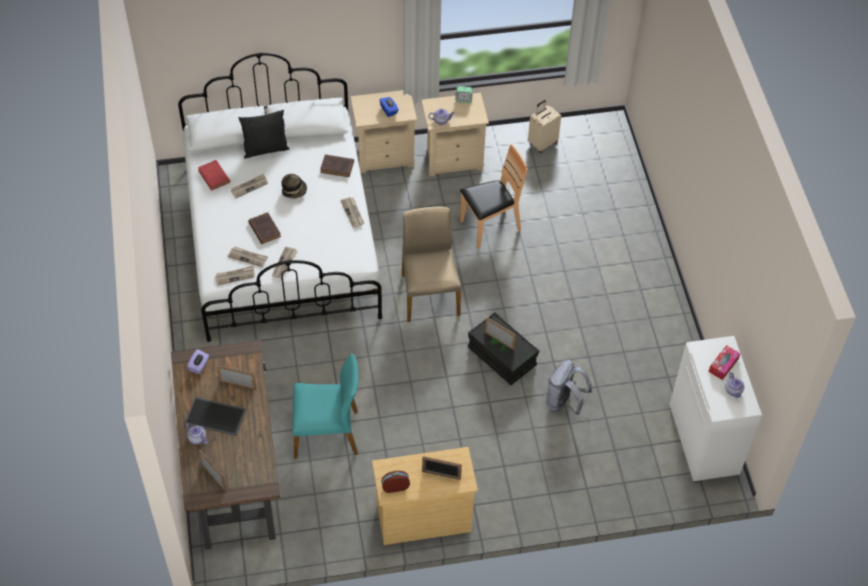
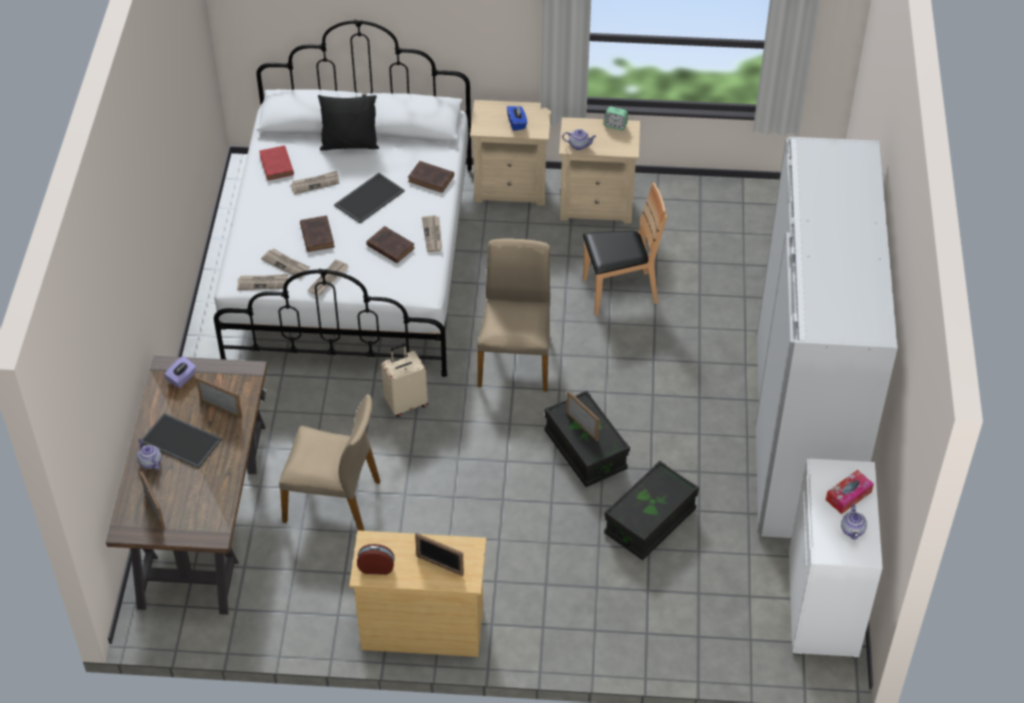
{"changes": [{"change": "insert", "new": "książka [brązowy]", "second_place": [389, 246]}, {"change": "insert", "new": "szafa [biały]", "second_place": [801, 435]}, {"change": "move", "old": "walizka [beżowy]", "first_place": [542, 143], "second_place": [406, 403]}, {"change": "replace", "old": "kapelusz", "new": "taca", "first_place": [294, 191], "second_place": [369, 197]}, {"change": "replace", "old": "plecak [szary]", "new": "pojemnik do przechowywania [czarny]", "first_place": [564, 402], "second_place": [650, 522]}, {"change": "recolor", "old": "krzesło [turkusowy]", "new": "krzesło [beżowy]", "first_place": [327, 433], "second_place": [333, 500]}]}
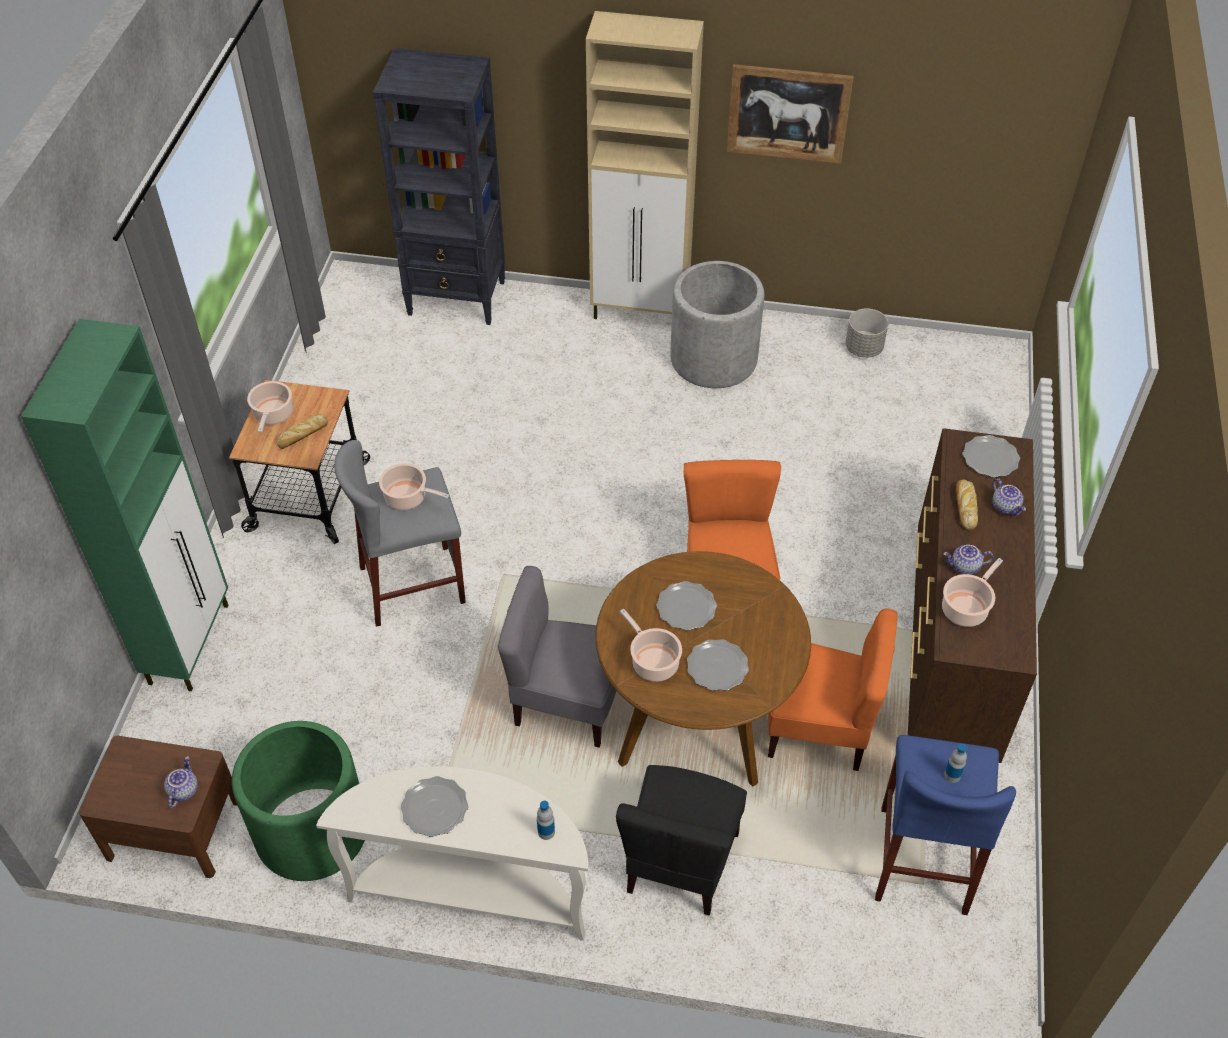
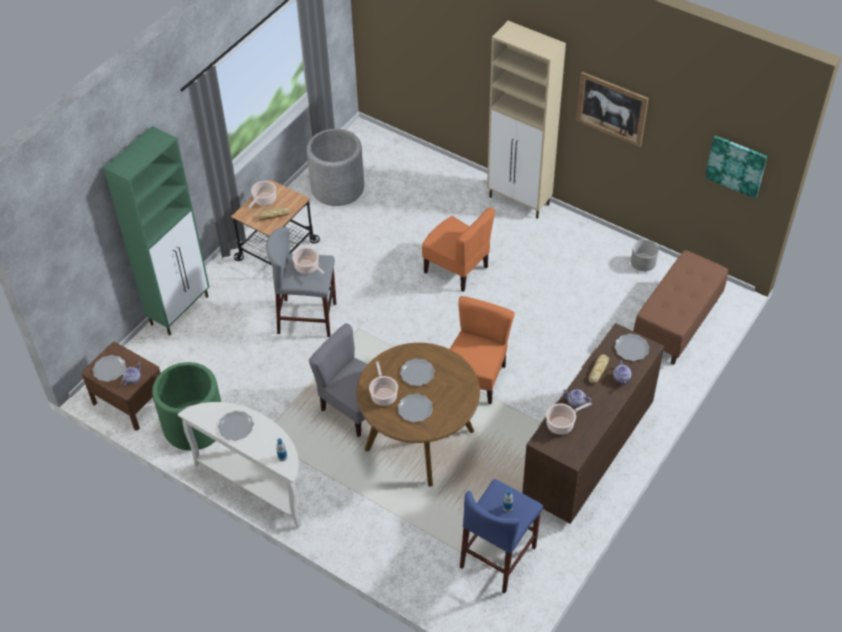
{"changes": [{"change": "delete", "old": "regał [czarny]", "first_place": [457, 298]}, {"change": "delete", "old": "krzesło [czarny]", "first_place": [680, 862]}, {"change": "insert", "new": "talerz", "second_place": [109, 369]}, {"change": "insert", "new": "ławka [brązowy]", "second_place": [677, 323]}, {"change": "insert", "new": "obraz", "second_place": [736, 165]}, {"change": "move", "old": "donica [szary]", "first_place": [713, 359], "second_place": [337, 188]}, {"change": "move", "old": "krzesło [pomarańczowy]", "first_place": [819, 728], "second_place": [457, 269]}]}
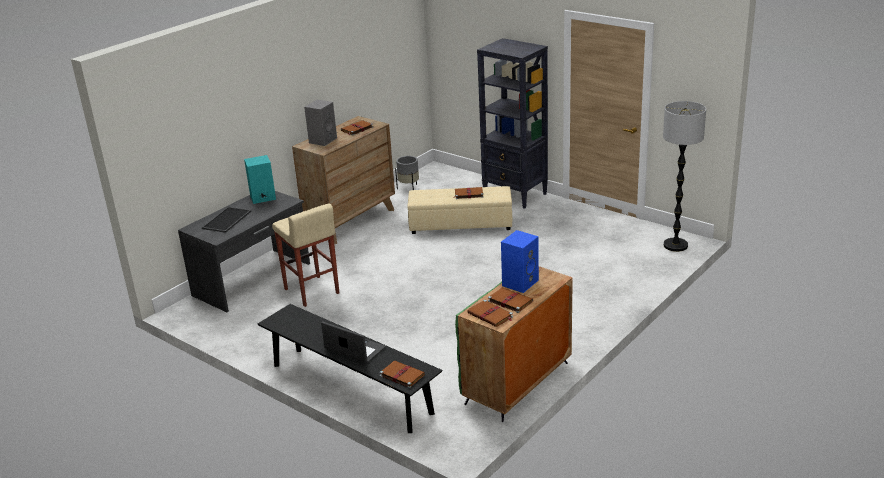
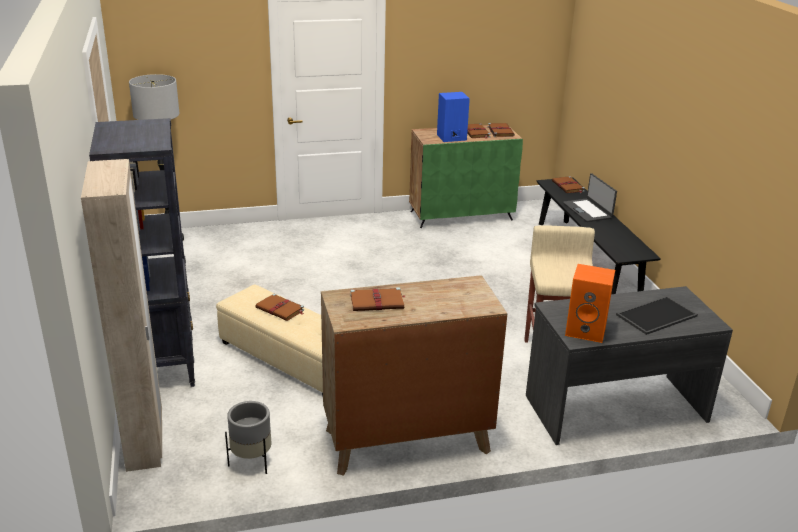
{"changes": [{"change": "delete", "old": "głośnik [szary]", "first_place": [323, 140]}, {"change": "insert", "new": "szafa [beżowy]", "second_place": [145, 442]}, {"change": "recolor", "old": "głośnik [turkusowy]", "new": "głośnik [pomarańczowy]", "first_place": [262, 198], "second_place": [586, 330]}]}
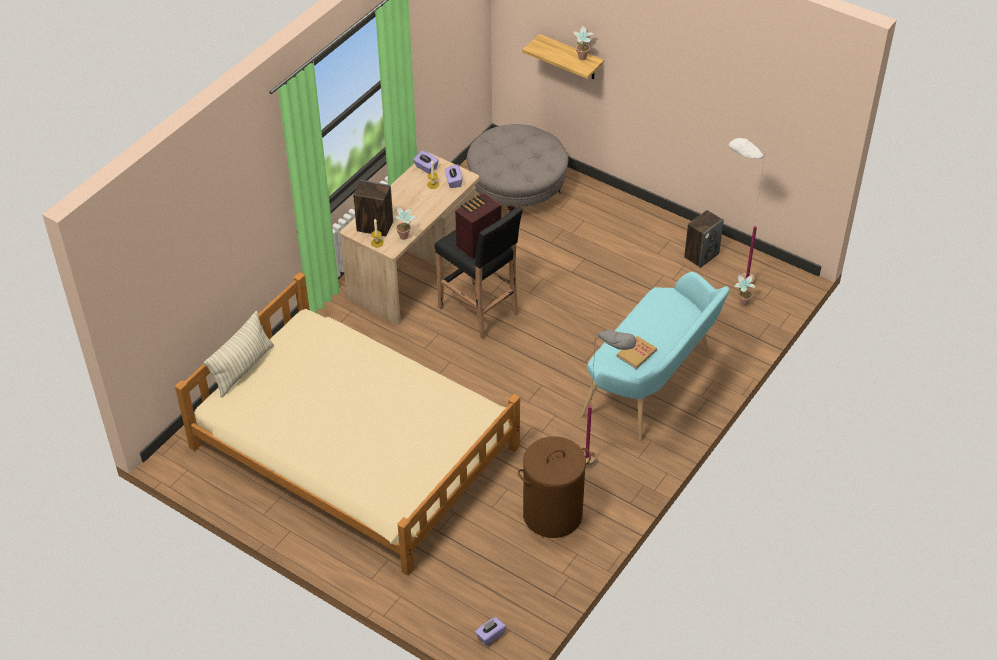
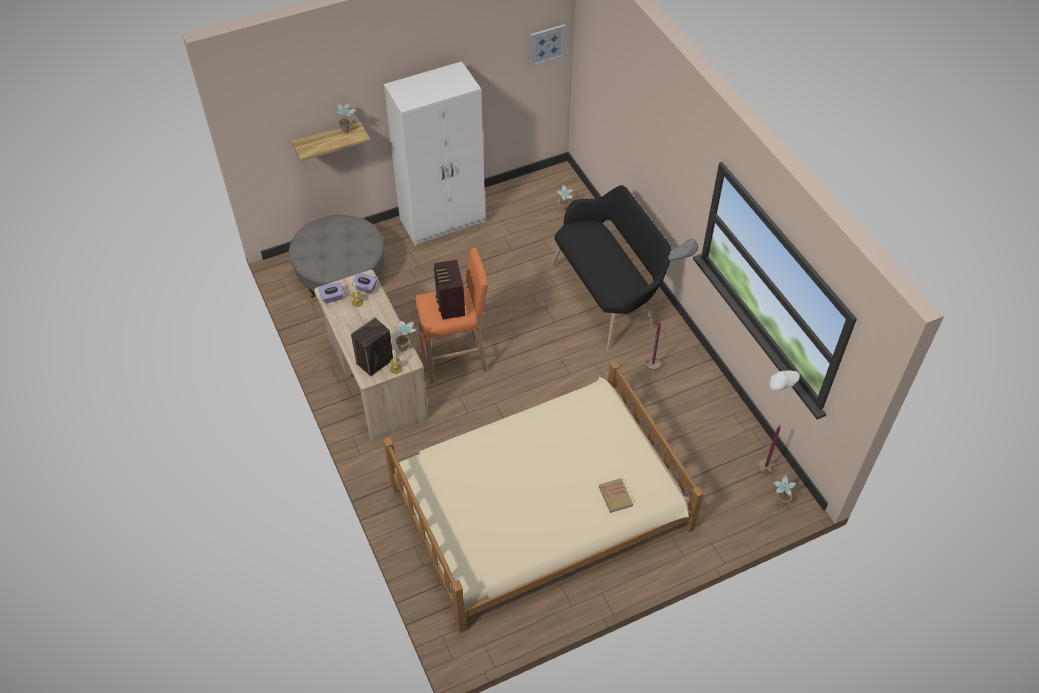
{"changes": [{"change": "delete", "old": "poduszka", "first_place": [243, 368]}, {"change": "delete", "old": "kosz na pranie [brązowy]", "first_place": [552, 515]}, {"change": "delete", "old": "głośnik", "first_place": [701, 255]}, {"change": "insert", "new": "szafa [biały]", "second_place": [443, 221]}, {"change": "insert", "new": "obraz", "second_place": [547, 44]}, {"change": "move", "old": "książka", "first_place": [636, 353], "second_place": [615, 496]}, {"change": "move", "old": "lampa stojąca [biały]", "first_place": [732, 280], "second_place": [756, 477]}, {"change": "replace", "old": "pudełko chusteczek [fioletowy]", "new": "roślina doniczkowa", "first_place": [490, 635], "second_place": [779, 502]}, {"change": "recolor", "old": "stołek [czarny]", "new": "stołek [pomarańczowy]", "first_place": [479, 311], "second_place": [455, 359]}, {"change": "recolor", "old": "ławka [turkusowy]", "new": "ławka [czarny]", "first_place": [653, 387], "second_place": [607, 296]}]}
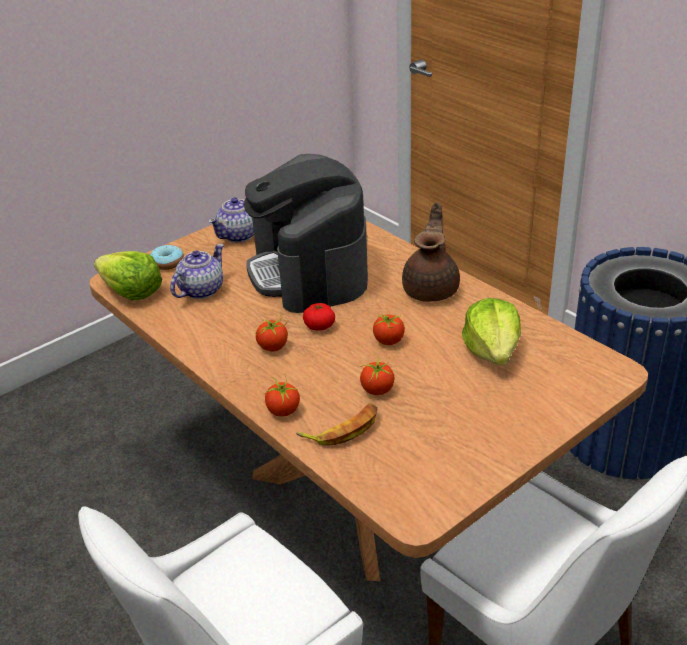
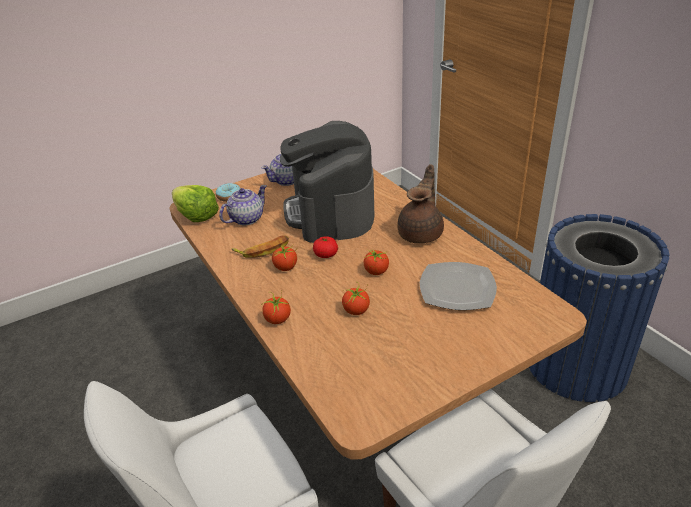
{"changes": [{"change": "move", "old": "banan", "first_place": [342, 429], "second_place": [263, 250]}, {"change": "replace", "old": "sałata", "new": "talerz", "first_place": [492, 351], "second_place": [458, 288]}]}
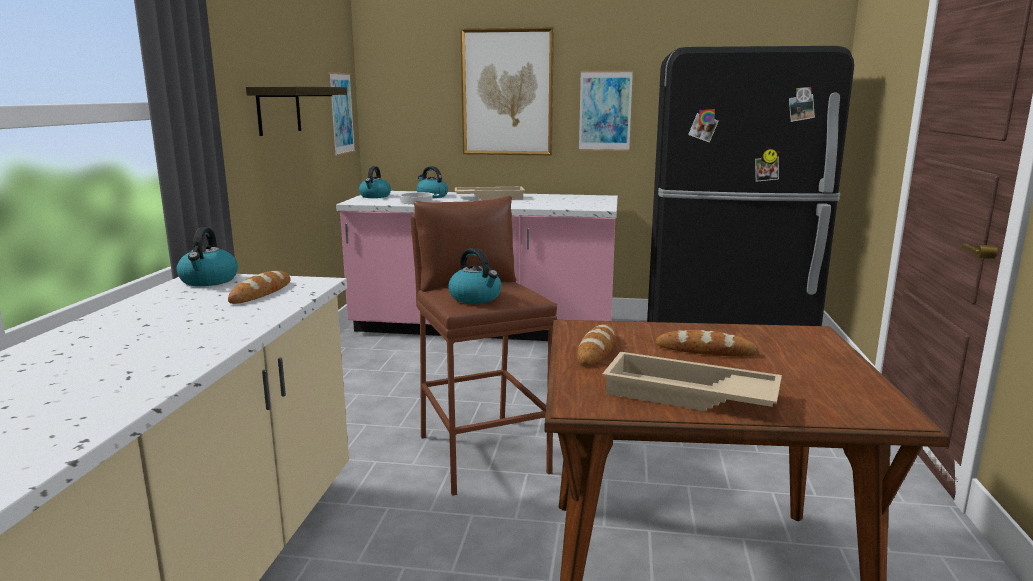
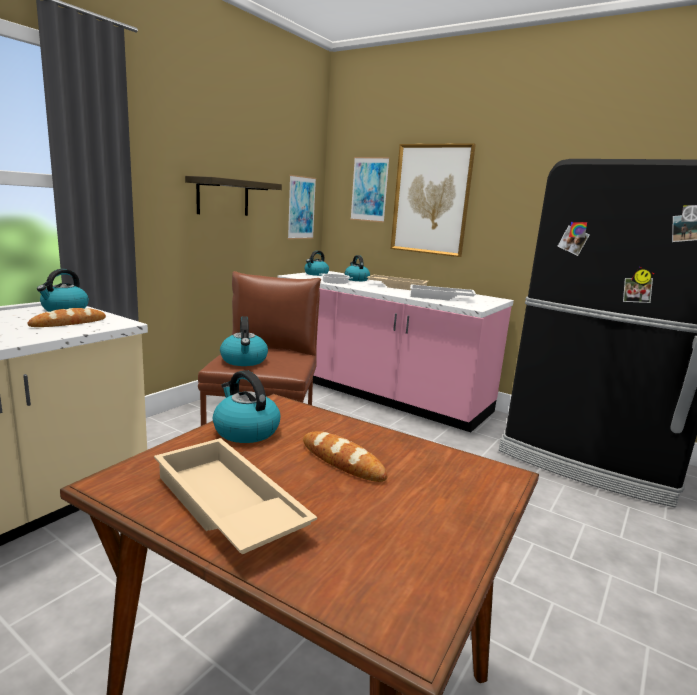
{"changes": [{"change": "insert", "new": "taca [biały]", "second_place": [440, 297]}, {"change": "move", "old": "obraz", "first_place": [605, 111], "second_place": [369, 189]}, {"change": "replace", "old": "chleb", "new": "czajnik", "first_place": [596, 350], "second_place": [245, 431]}]}
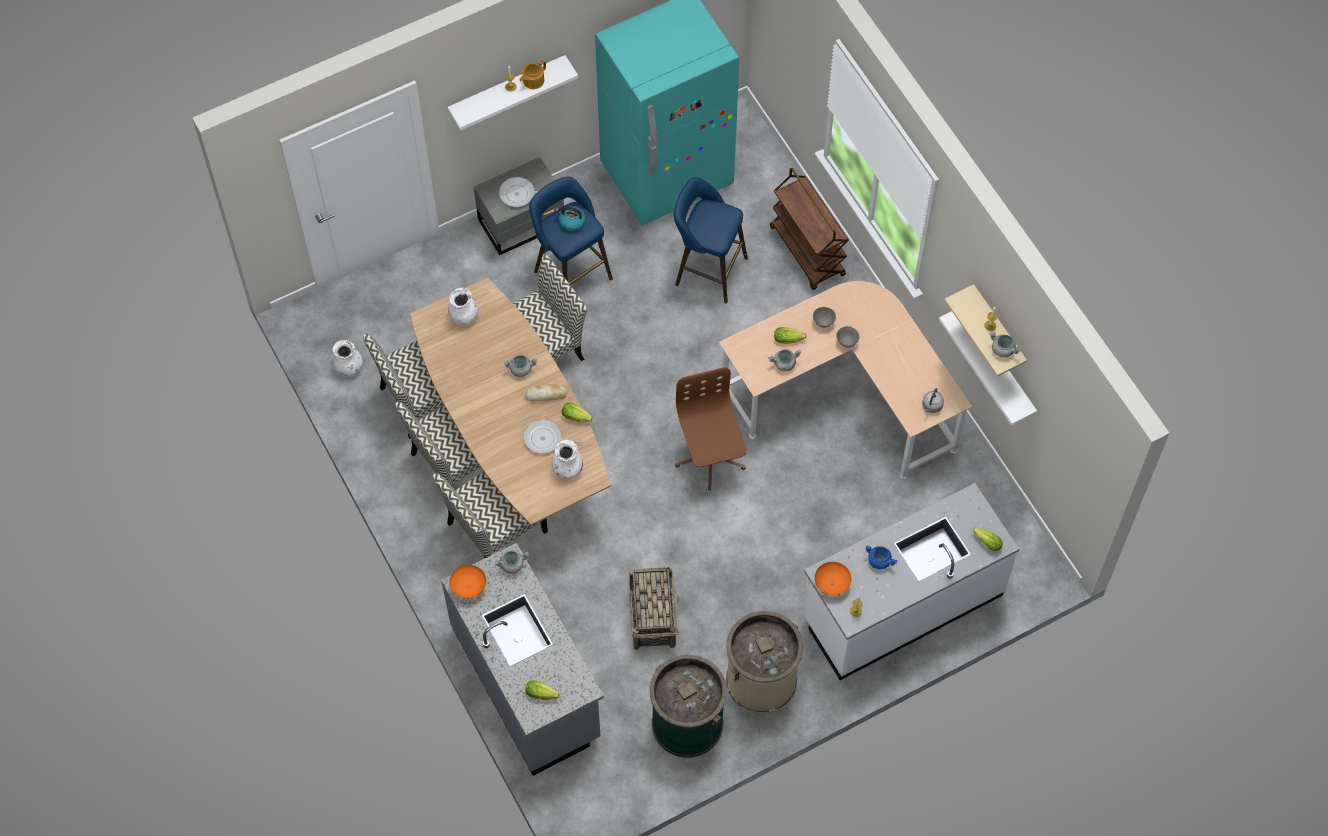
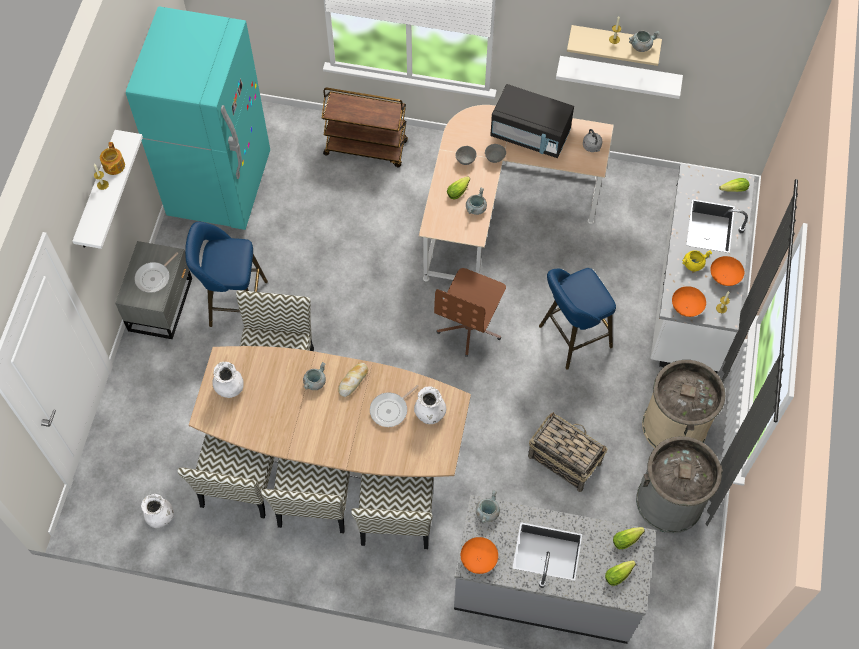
{"changes": [{"change": "delete", "old": "czajnik", "first_place": [571, 222]}, {"change": "insert", "new": "mikrofalówka [czarny]", "second_place": [530, 135]}, {"change": "insert", "new": "miska [pomarańczowy]", "second_place": [724, 276]}, {"change": "move", "old": "sałata", "first_place": [577, 417], "second_place": [628, 539]}, {"change": "move", "old": "stołek [niebieski]", "first_place": [707, 270], "second_place": [571, 338]}, {"change": "recolor", "old": "kosz na śmieci [zielony]", "new": "kosz na śmieci [szary]", "first_place": [687, 723], "second_place": [669, 501]}, {"change": "recolor", "old": "garnek [niebieski]", "new": "garnek [żółty]", "first_place": [880, 560], "second_place": [693, 264]}, {"change": "rotate", "old": "krzesło biurowe [brązowy]", "first_place": [710, 458], "second_place": [470, 327], "degrees": -90}]}
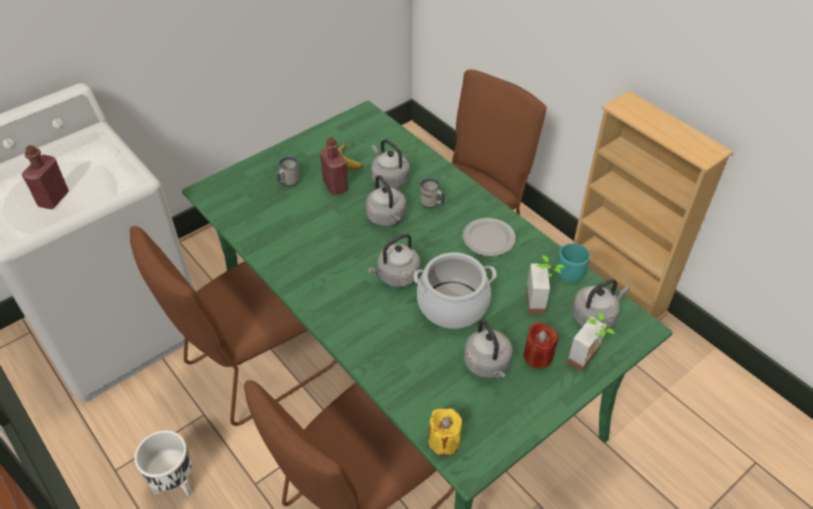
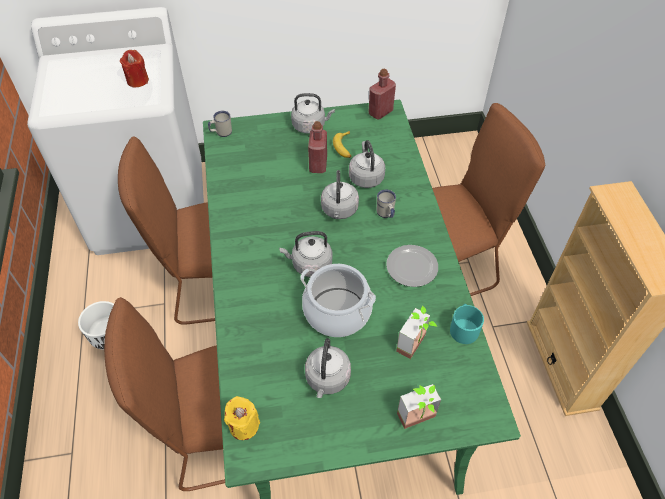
{"changes": [{"change": "move", "old": "butelka [czerwony]", "first_place": [53, 199], "second_place": [380, 112]}, {"change": "move", "old": "kubek [biały]", "first_place": [288, 182], "second_place": [221, 132]}, {"change": "move", "old": "świeca [czerwony]", "first_place": [538, 356], "second_place": [137, 80]}, {"change": "move", "old": "czajnik [szary]", "first_place": [595, 316], "second_place": [310, 126]}]}
